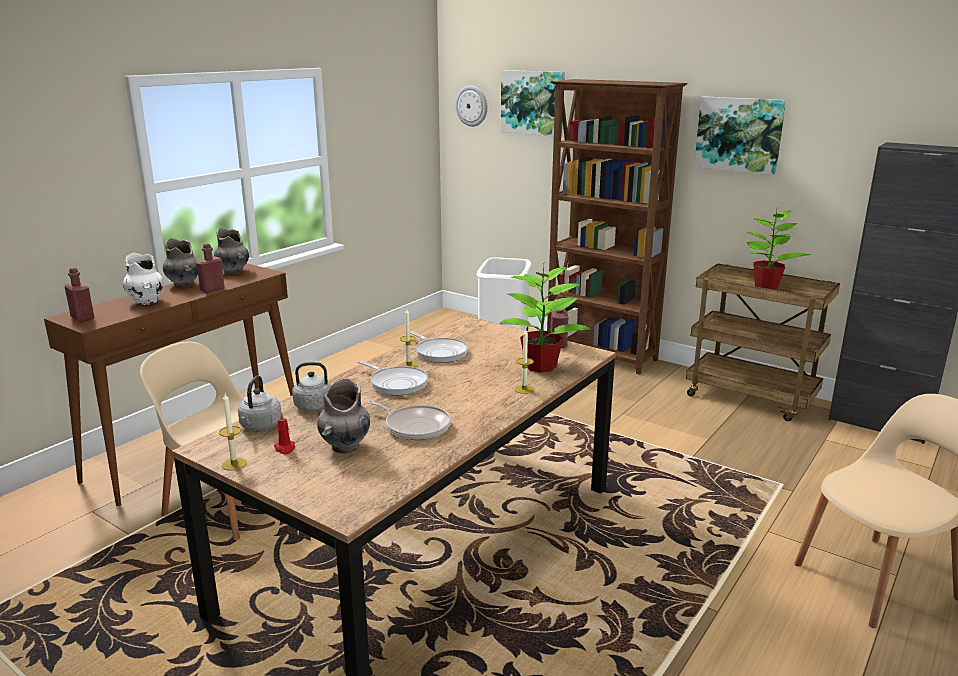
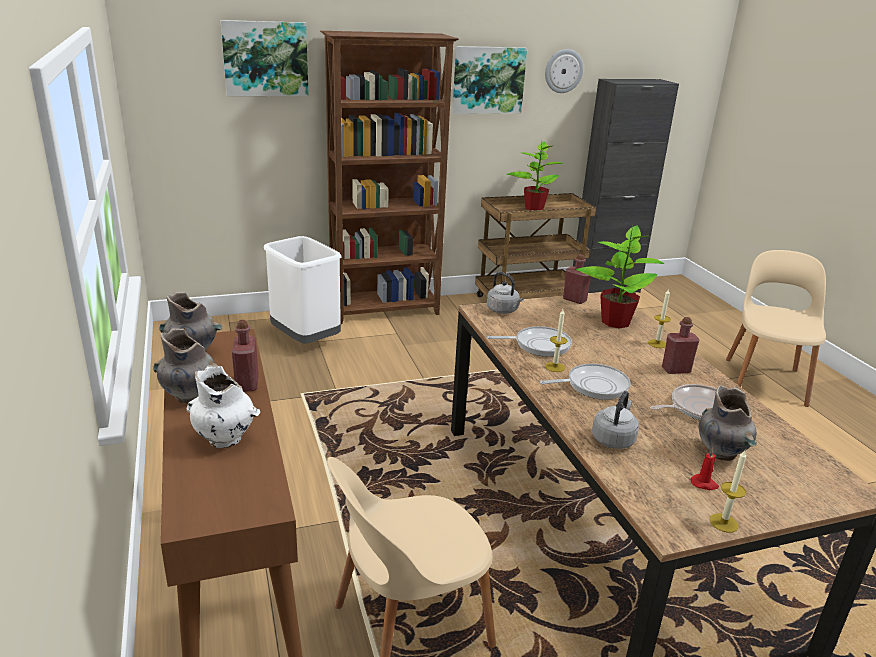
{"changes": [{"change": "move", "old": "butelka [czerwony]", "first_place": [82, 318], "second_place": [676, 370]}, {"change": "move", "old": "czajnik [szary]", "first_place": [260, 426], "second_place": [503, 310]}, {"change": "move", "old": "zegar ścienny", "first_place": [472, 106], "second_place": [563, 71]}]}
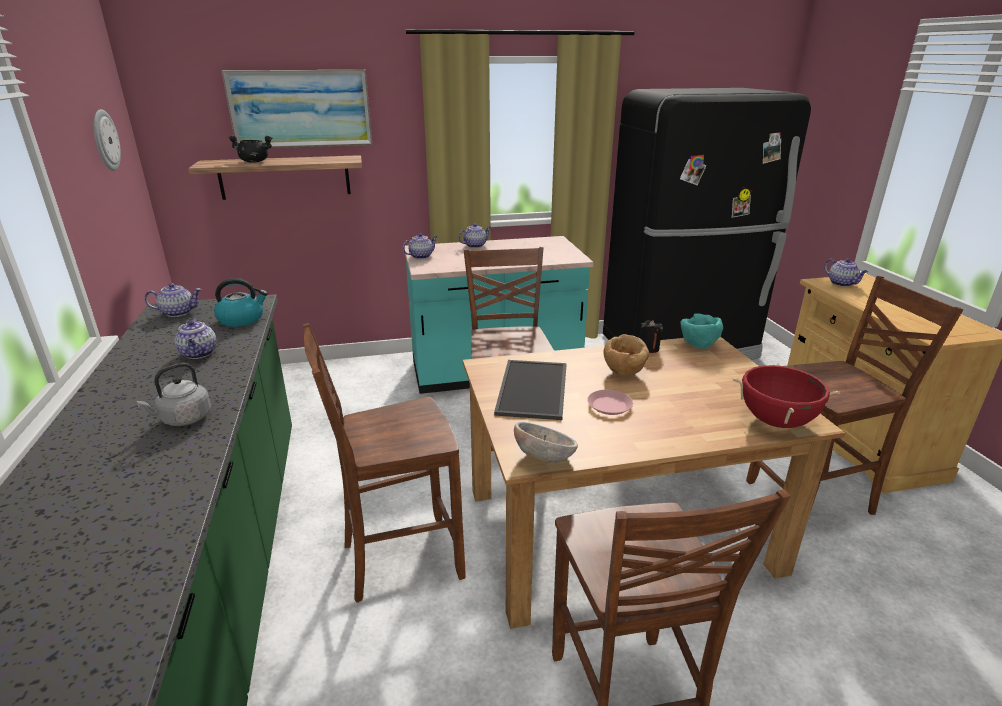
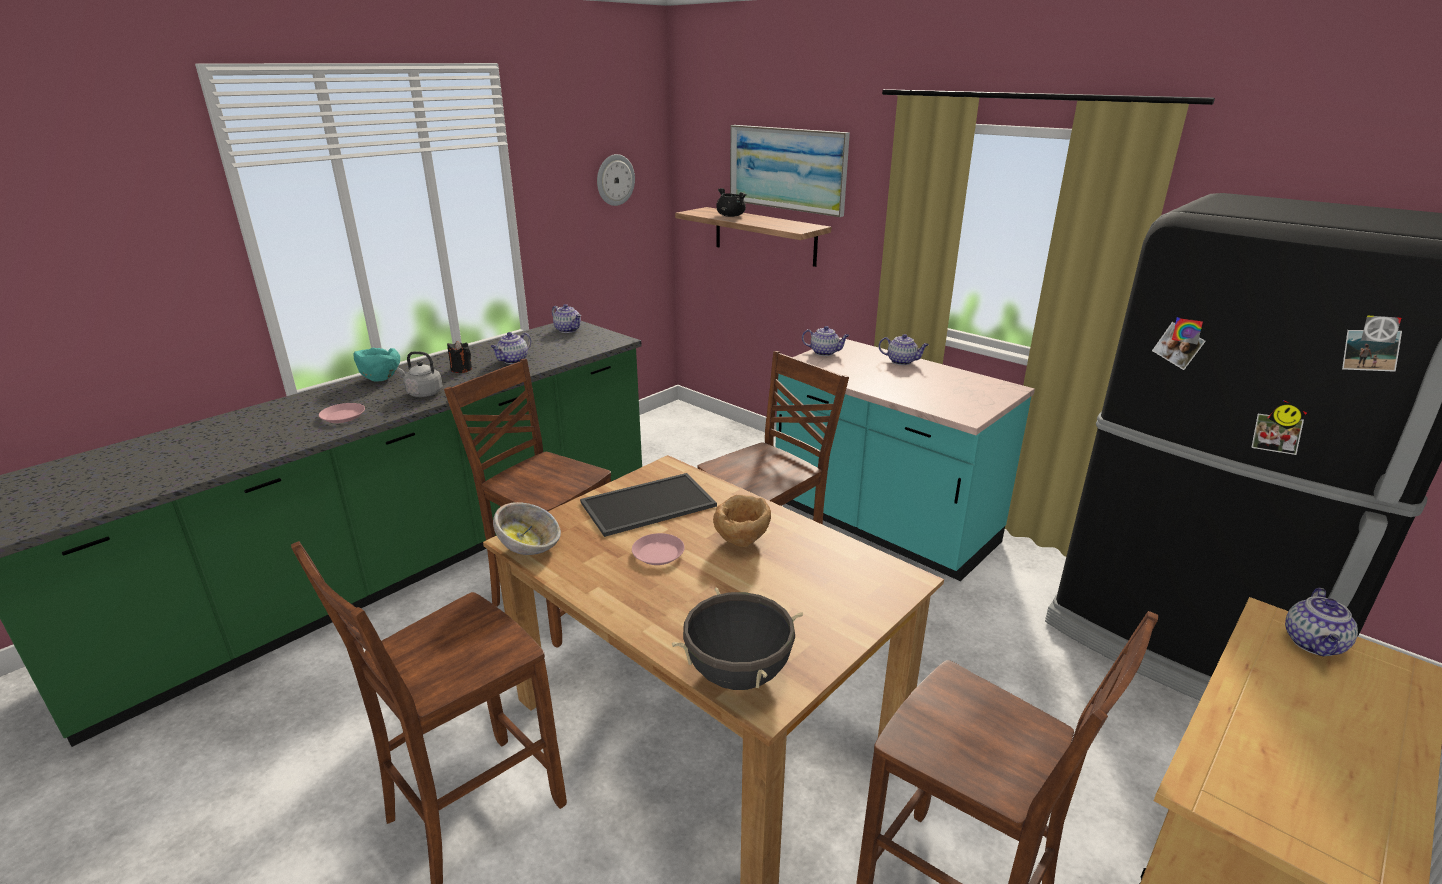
{"changes": [{"change": "delete", "old": "czajnik", "first_place": [242, 319]}, {"change": "insert", "new": "talerz [różowy]", "second_place": [342, 416]}, {"change": "move", "old": "świeca [czarny]", "first_place": [648, 348], "second_place": [461, 369]}, {"change": "move", "old": "miska [turkusowy]", "first_place": [698, 346], "second_place": [380, 379]}, {"change": "recolor", "old": "garnek [czerwony]", "new": "garnek [czarny]", "first_place": [776, 421], "second_place": [738, 674]}]}
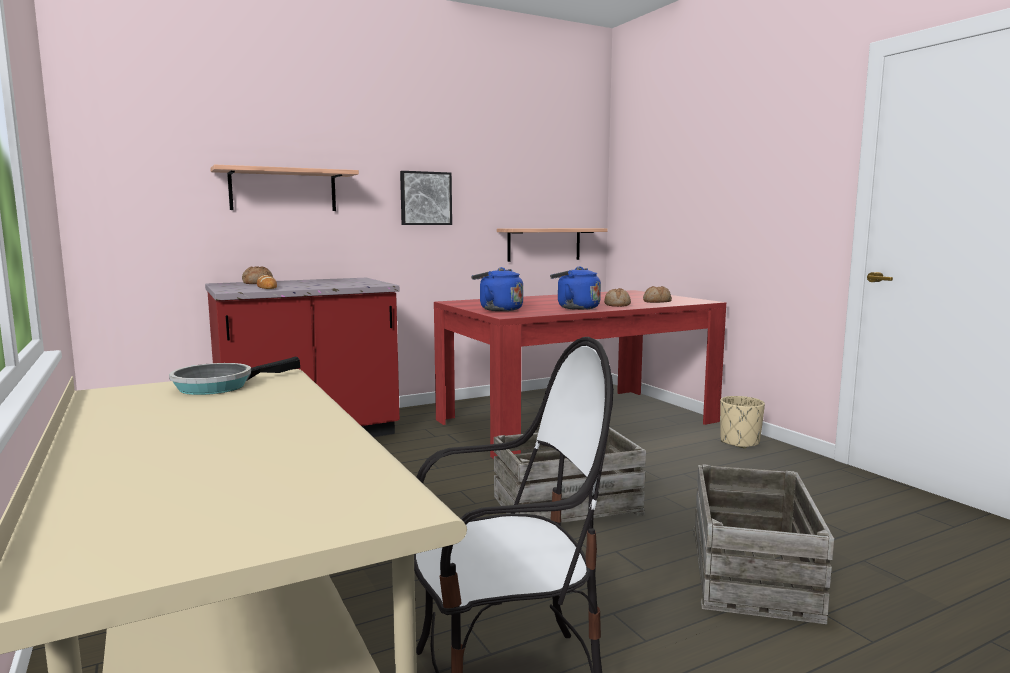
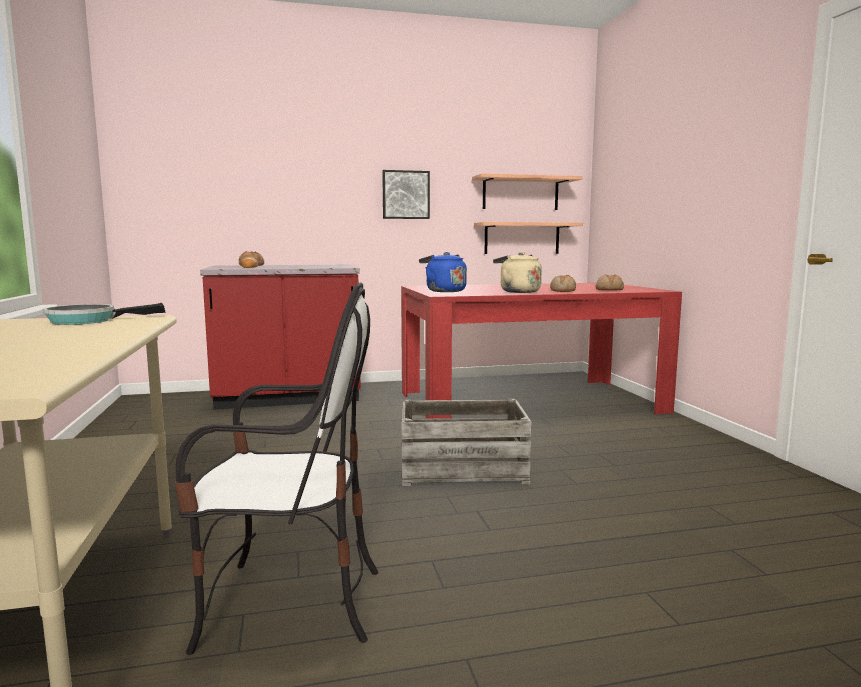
{"changes": [{"change": "delete", "old": "skrzynka", "first_place": [753, 572]}, {"change": "delete", "old": "donica [beżowy]", "first_place": [739, 442]}, {"change": "move", "old": "półka", "first_place": [283, 190], "second_place": [520, 193]}, {"change": "recolor", "old": "czajnik [niebieski]", "new": "czajnik [beżowy]", "first_place": [575, 308], "second_place": [517, 292]}]}
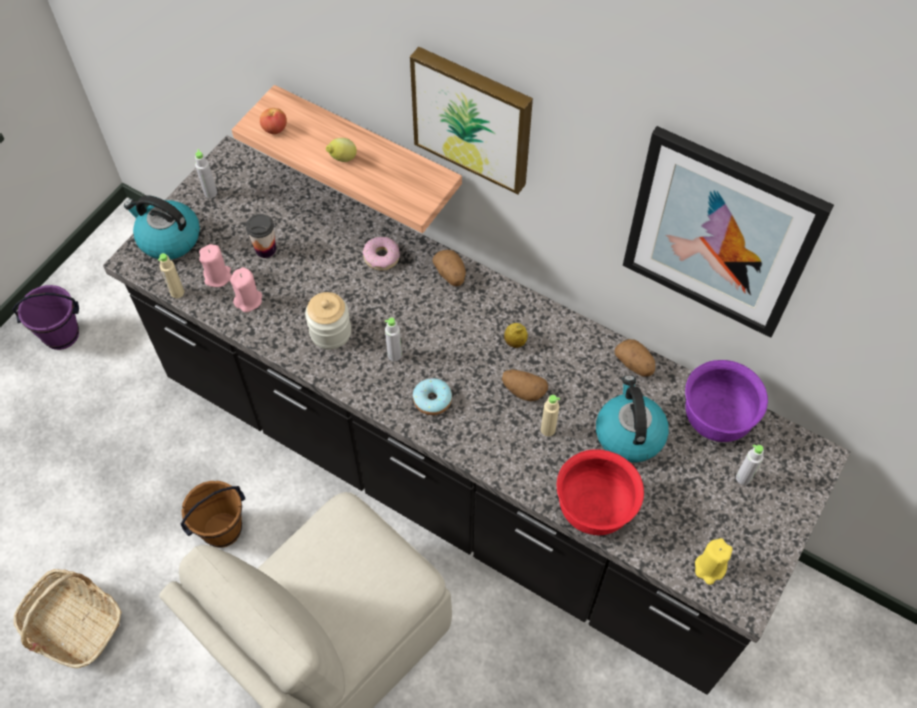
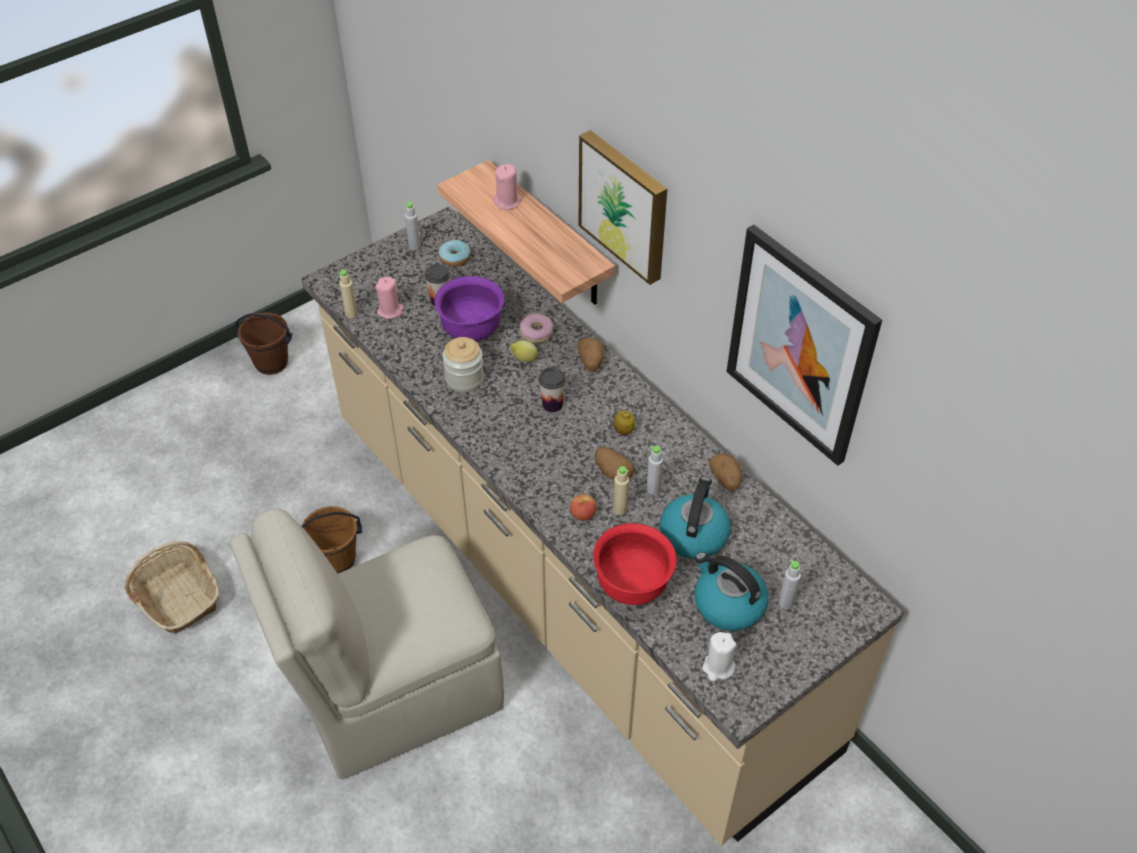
{"changes": [{"change": "insert", "new": "filiżanka", "second_place": [552, 404]}, {"change": "move", "old": "czajnik", "first_place": [168, 238], "second_place": [727, 604]}, {"change": "move", "old": "świeca [różowy]", "first_place": [248, 300], "second_place": [507, 202]}, {"change": "move", "old": "jabłko", "first_place": [275, 129], "second_place": [583, 514]}, {"change": "move", "old": "cytryna", "first_place": [342, 159], "second_place": [524, 359]}, {"change": "move", "old": "butelka [szary]", "first_place": [394, 355], "second_place": [653, 489]}, {"change": "move", "old": "donut", "first_place": [432, 400], "second_place": [455, 258]}, {"change": "move", "old": "miska [fioletowy]", "first_place": [716, 419], "second_place": [472, 330]}, {"change": "recolor", "old": "wiadro [fioletowy]", "new": "wiadro [brązowy]", "first_place": [61, 334], "second_place": [272, 363]}, {"change": "recolor", "old": "zabudowa kuchenna [czarny]", "new": "zabudowa kuchenna [beżowy]", "first_place": [458, 474], "second_place": [568, 580]}, {"change": "recolor", "old": "świeca [żółty]", "new": "świeca [biały]", "first_place": [709, 568], "second_place": [718, 667]}]}
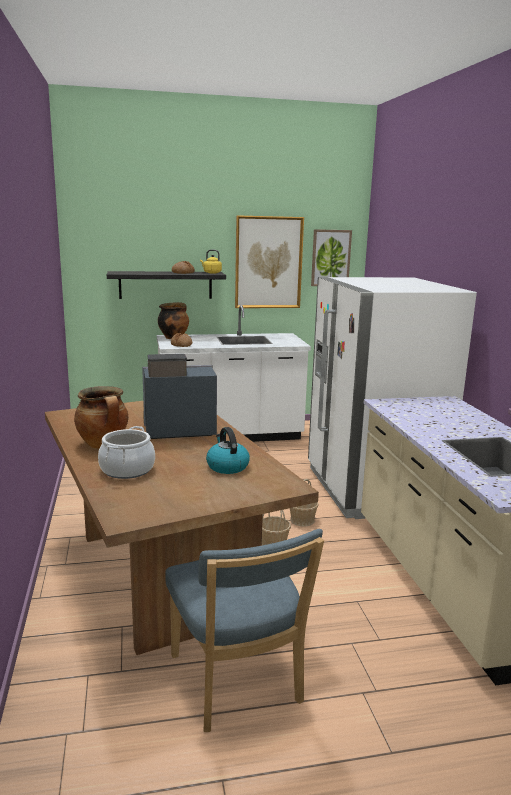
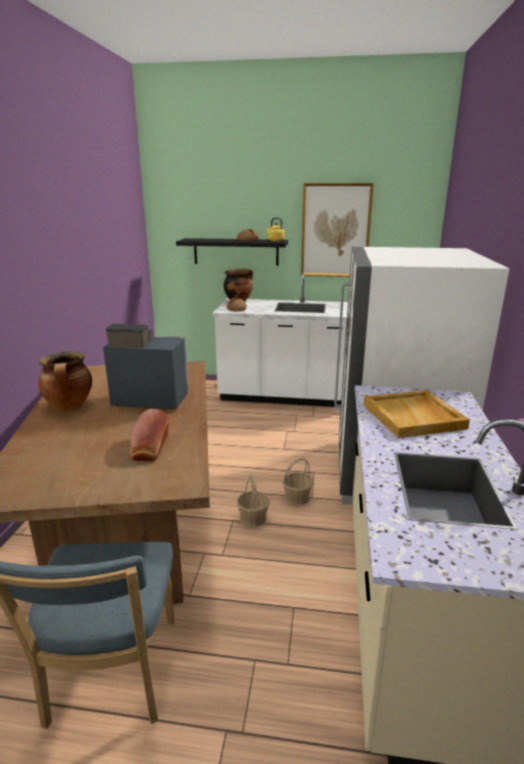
{"changes": [{"change": "delete", "old": "garnek", "first_place": [127, 469]}, {"change": "delete", "old": "obraz", "first_place": [330, 258]}, {"change": "insert", "new": "taca [beżowy]", "second_place": [414, 417]}, {"change": "replace", "old": "czajnik", "new": "chleb", "first_place": [227, 466], "second_place": [150, 448]}]}
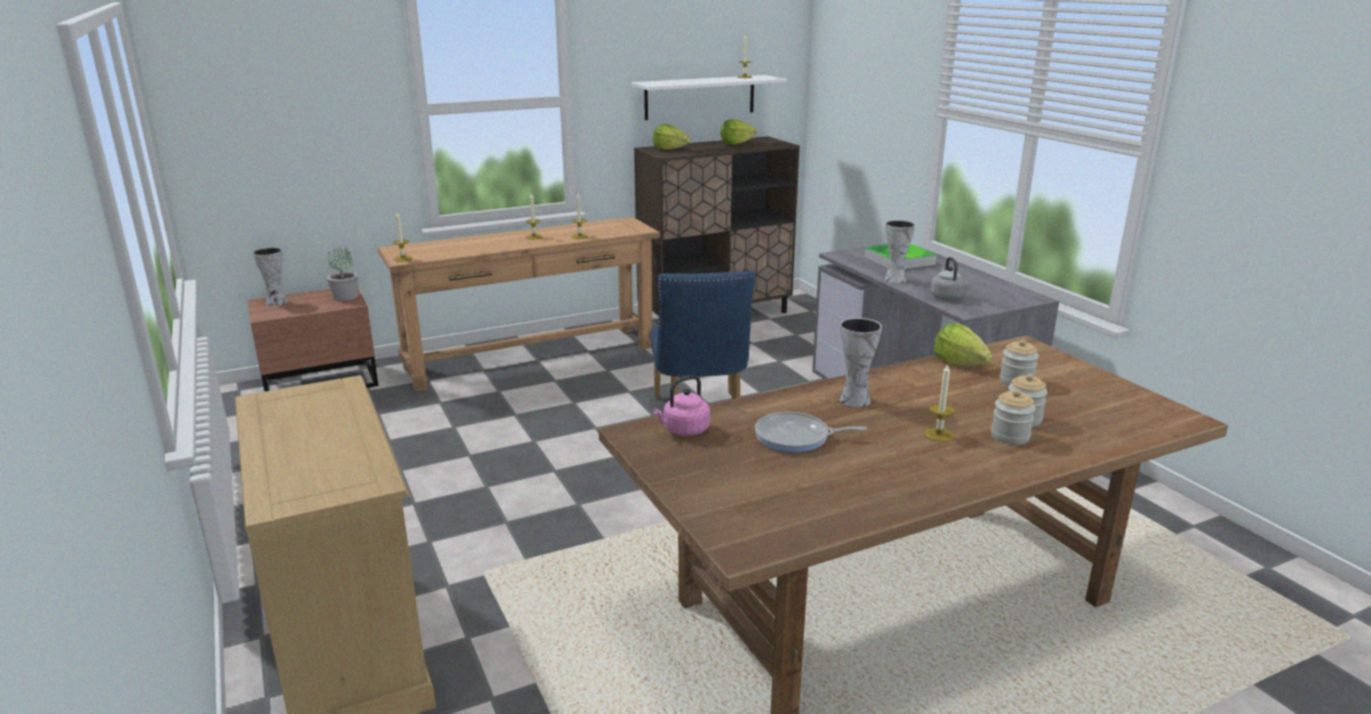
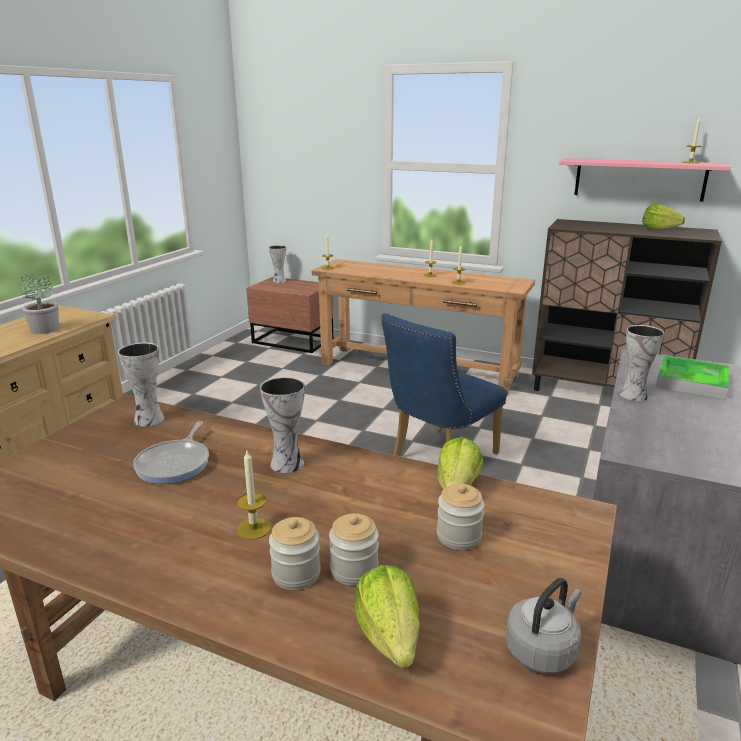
{"changes": [{"change": "move", "old": "roślina doniczkowa", "first_place": [346, 297], "second_place": [45, 329]}, {"change": "move", "old": "sałata", "first_place": [670, 149], "second_place": [390, 636]}, {"change": "move", "old": "czajnik [szary]", "first_place": [945, 296], "second_place": [542, 649]}, {"change": "replace", "old": "czajnik [różowy]", "new": "wazon", "first_place": [684, 430], "second_place": [147, 420]}, {"change": "recolor", "old": "półka [biały]", "new": "półka [różowy]", "first_place": [700, 97], "second_place": [639, 179]}, {"change": "rotate", "old": "patelnia", "first_place": [796, 437], "second_place": [175, 463], "degrees": -135}]}
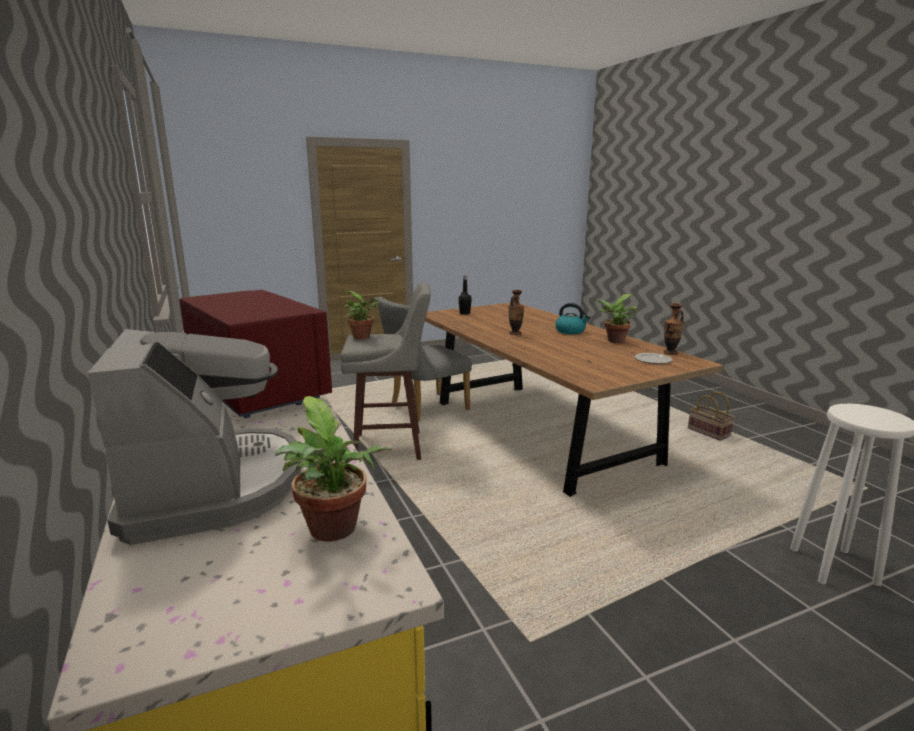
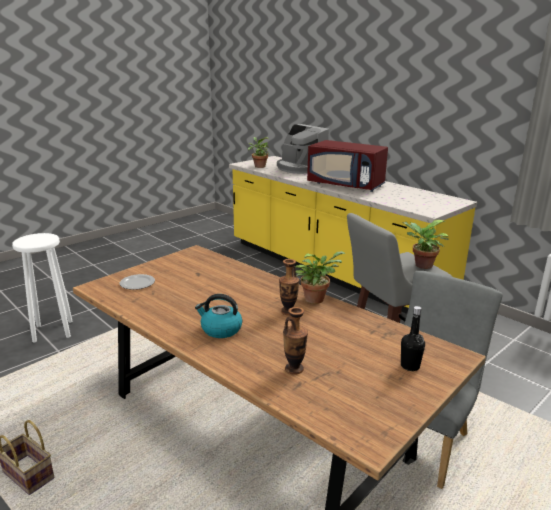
{"changes": [{"change": "move", "old": "roślina doniczkowa", "first_place": [614, 341], "second_place": [316, 298]}, {"change": "move", "old": "wazon", "first_place": [670, 353], "second_place": [294, 369]}]}
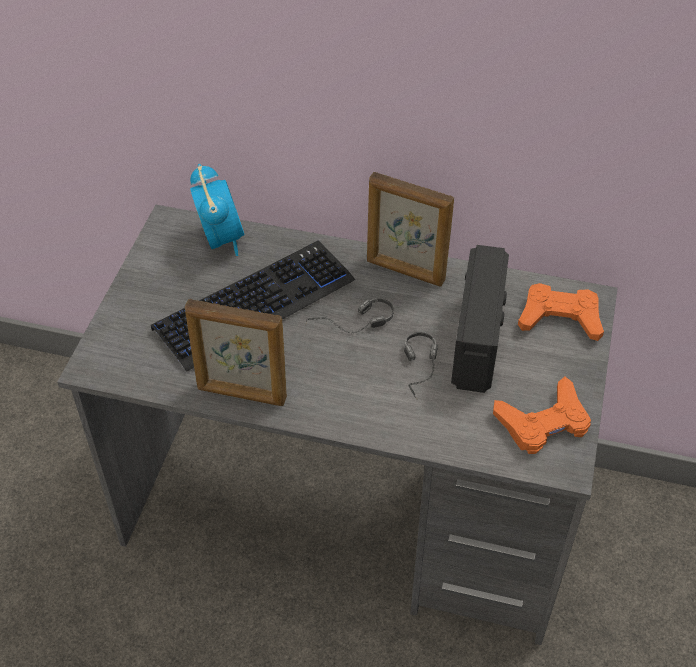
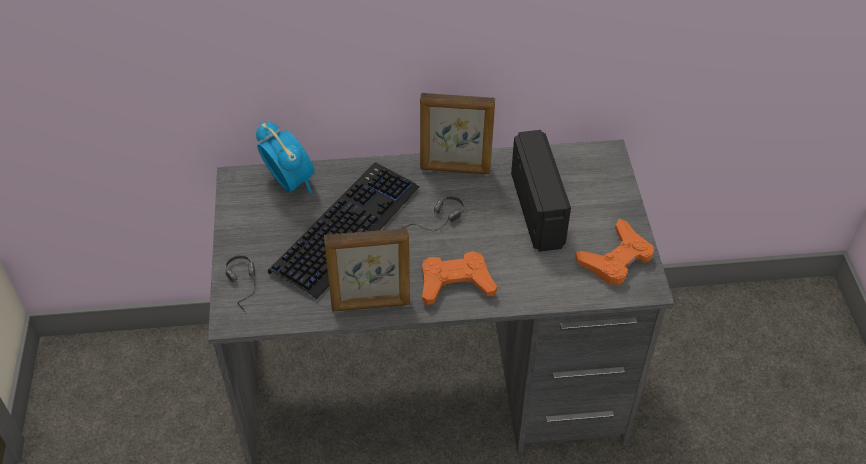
{"changes": [{"change": "move", "old": "słuchawki", "first_place": [423, 374], "second_place": [247, 290]}, {"change": "move", "old": "pad do gier [pomarańczowy]", "first_place": [560, 318], "second_place": [455, 283]}]}
